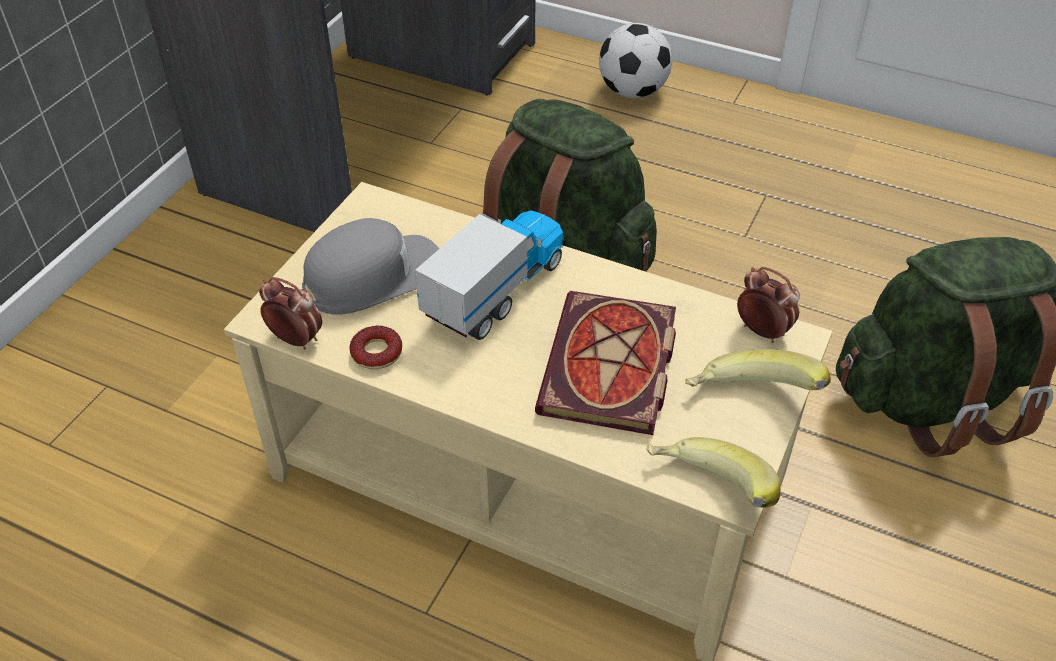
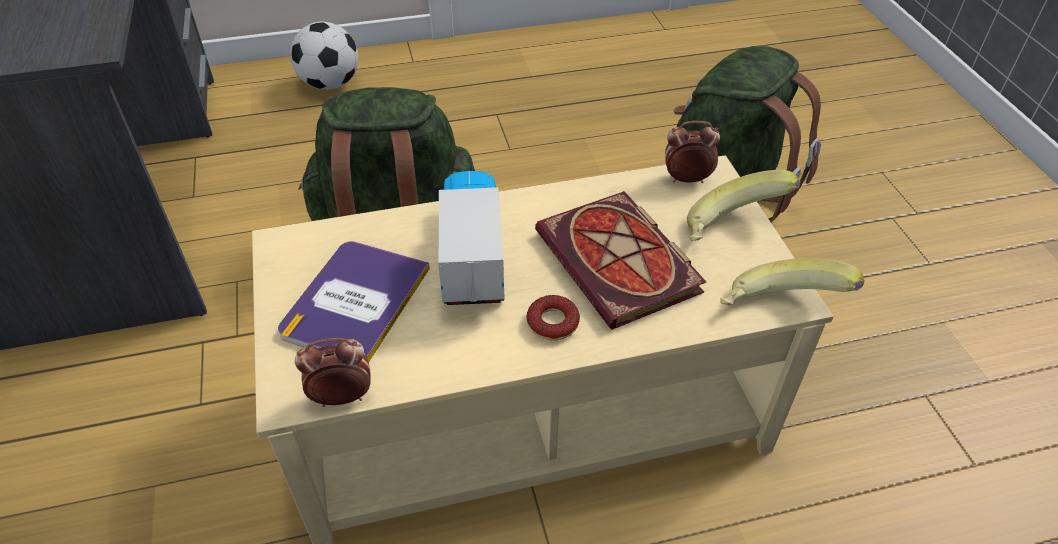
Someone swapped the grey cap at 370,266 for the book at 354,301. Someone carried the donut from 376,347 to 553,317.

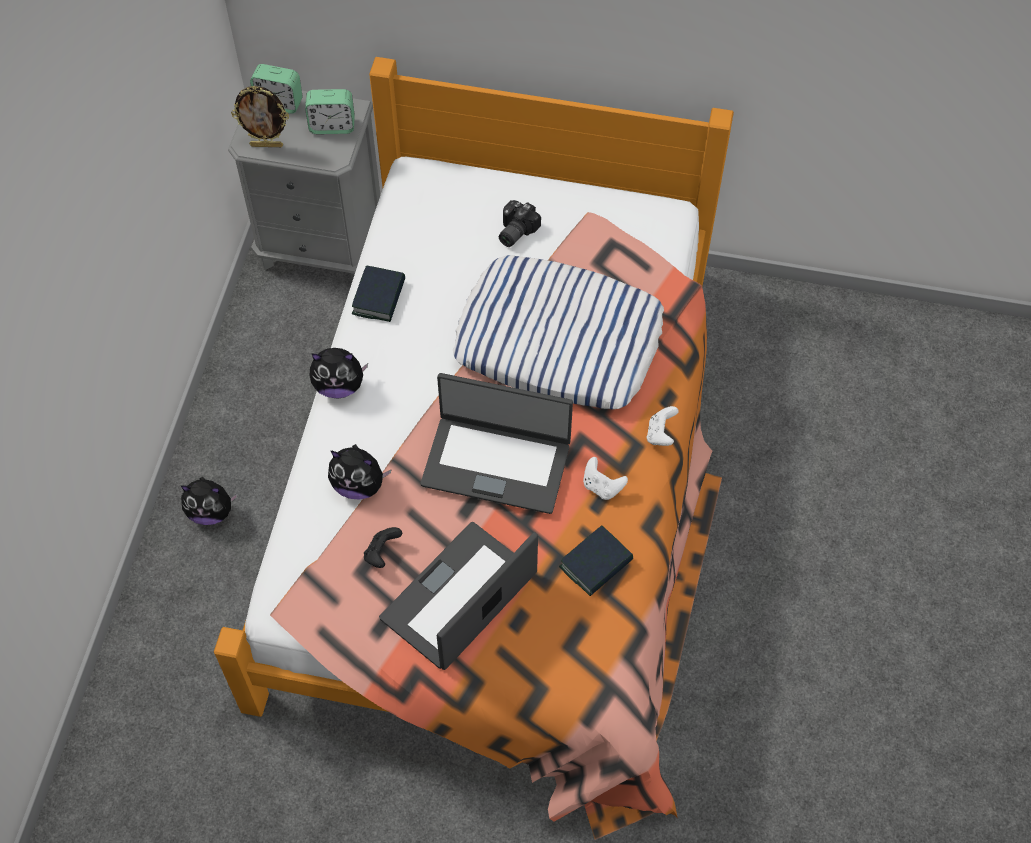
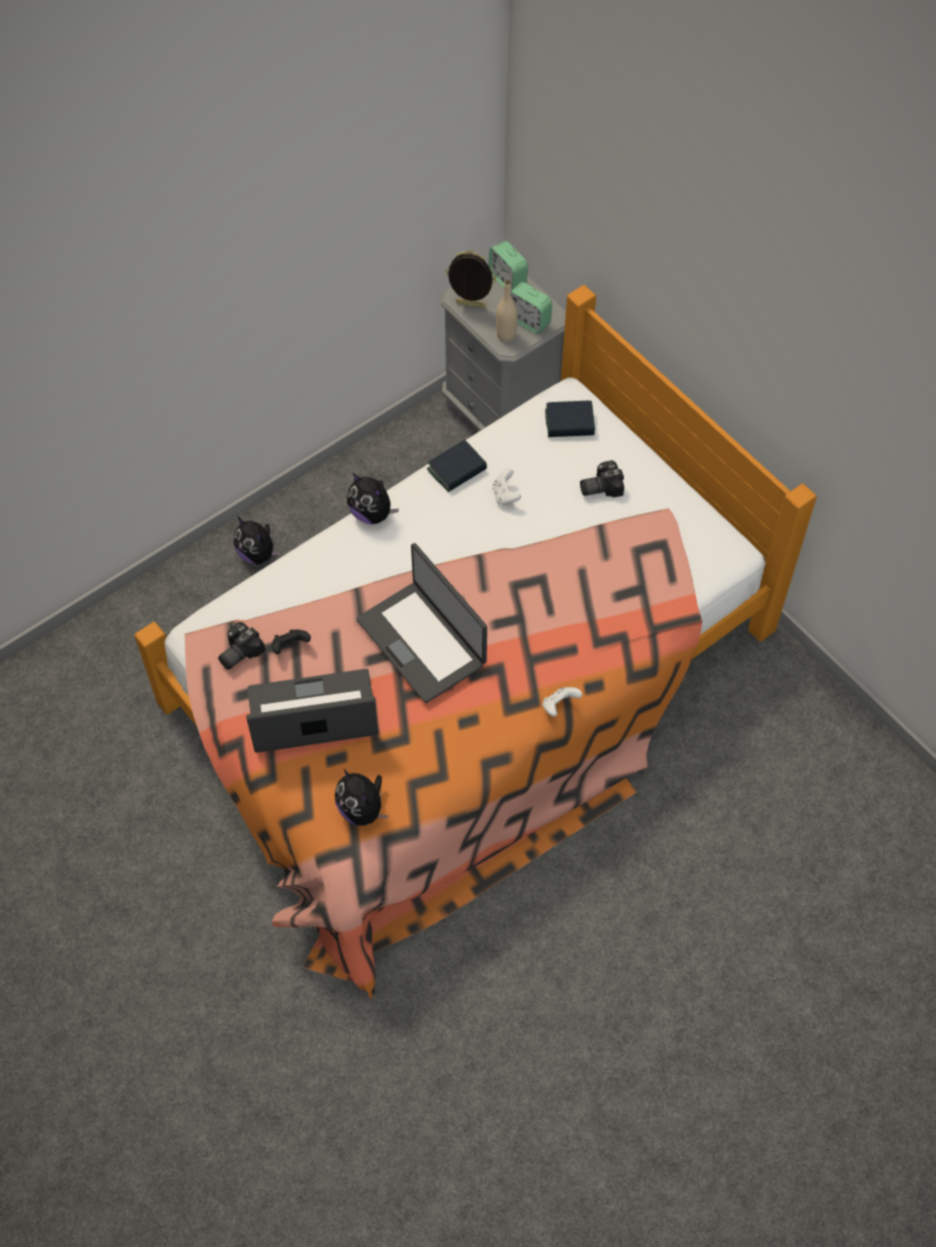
Someone put down the photo camera at 242,646. Someone carried the plush toy from 360,472 to 361,797. Someone rotated the picture frame at 260,116 by 150 degrees clockwise. Someone carried the white game controller from 605,478 to 506,487. Someone put down the beige bottle at 506,311. Someone carried the book from 596,561 to 570,419. Someone took away the pillow at 558,332.

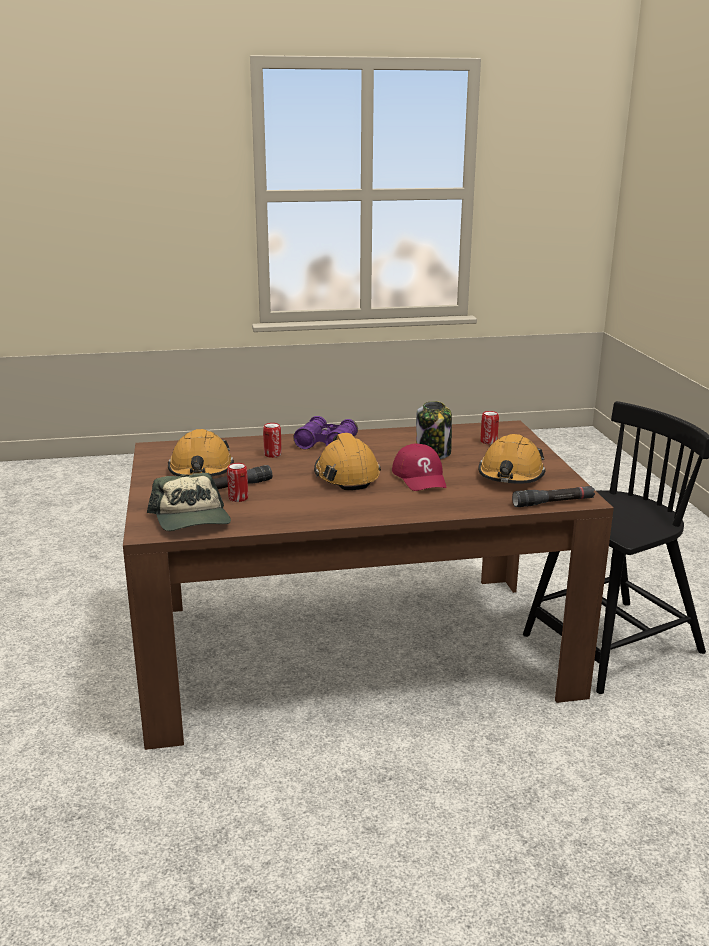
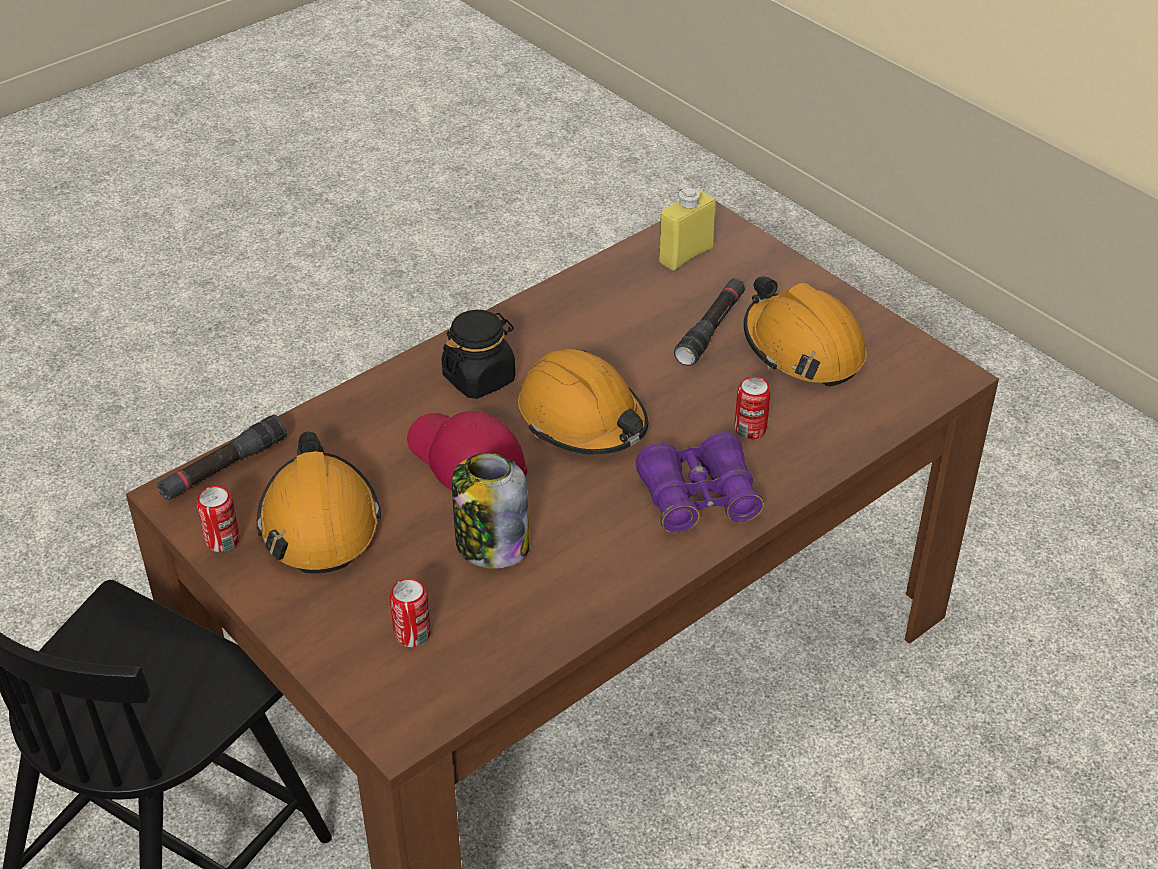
Someone carried the can from 237,482 to 218,519. Someone put down the black jar at 478,354. Someone swapped the cap at 189,502 for the yellow bottle at 687,229.

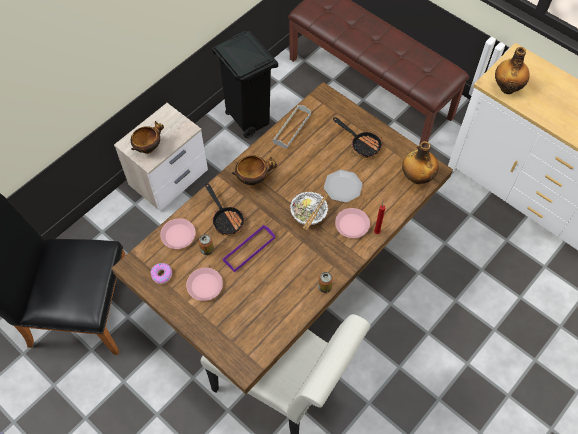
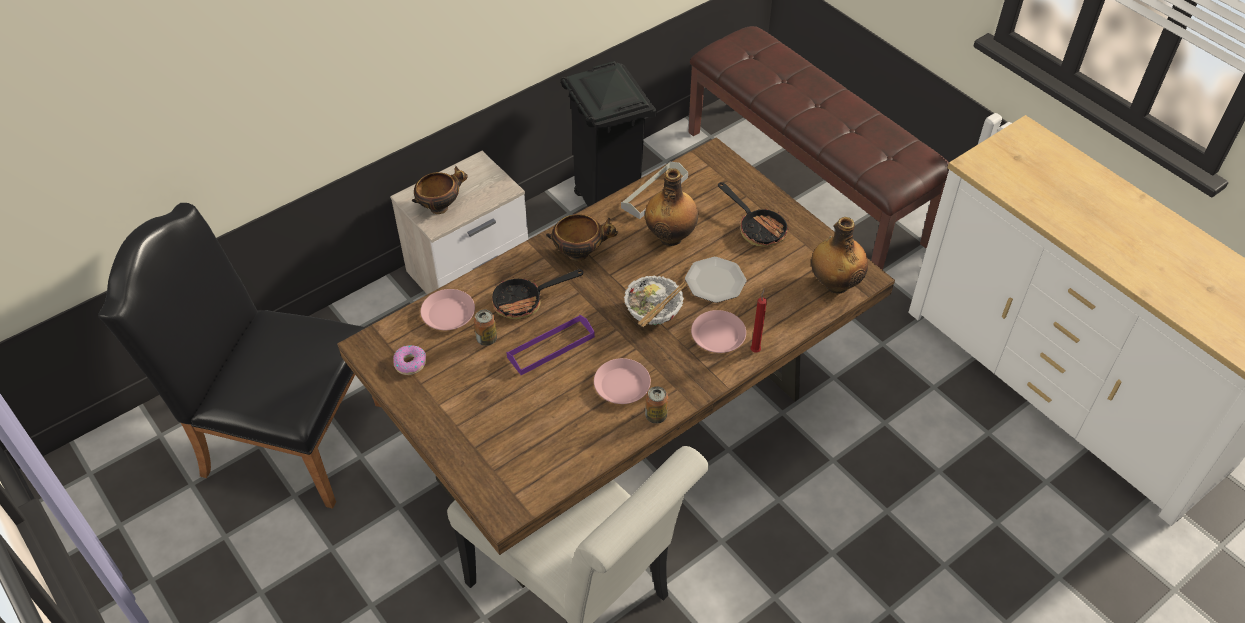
Someone rotated the frying pan at 224,209 by 90 degrees clockwise. Someone carried the pink plate from 204,284 to 622,381. Someone carried the bottle from 512,70 to 671,207.

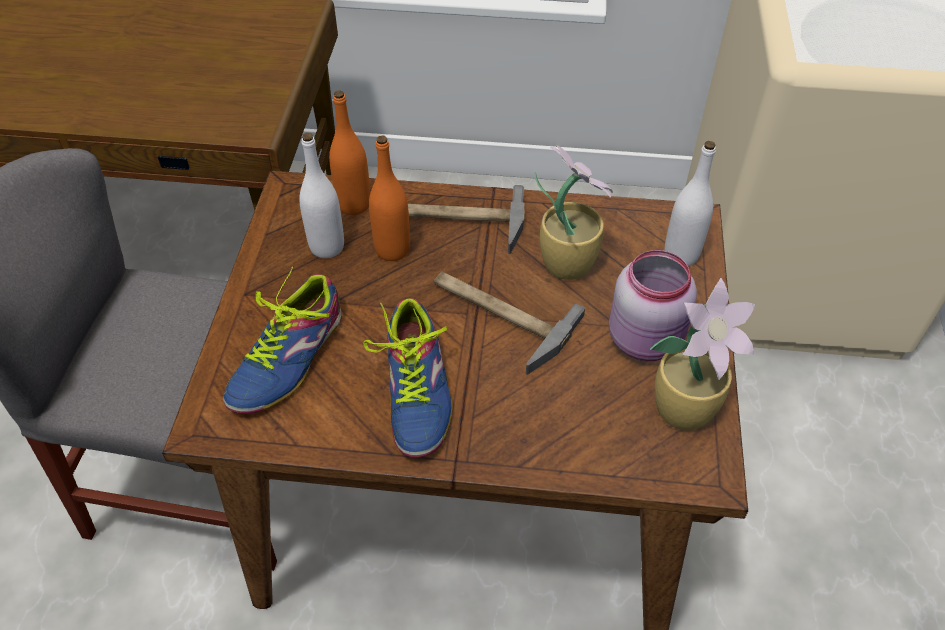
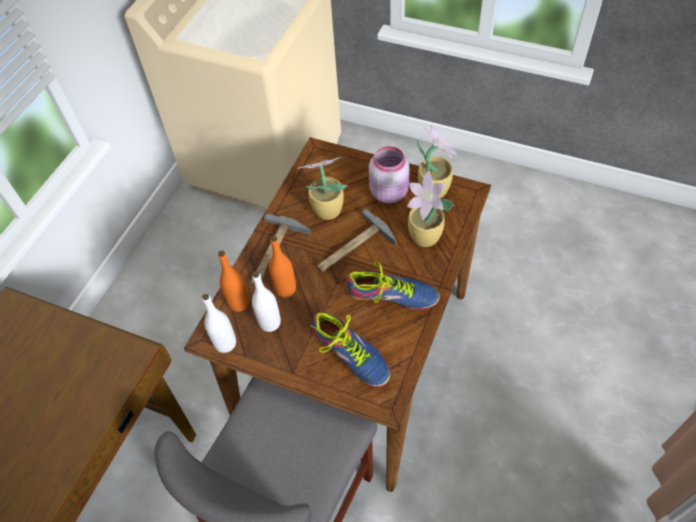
Someone carried the white bottle from 690,203 to 219,323. Someone put down the potted plant at 430,209.

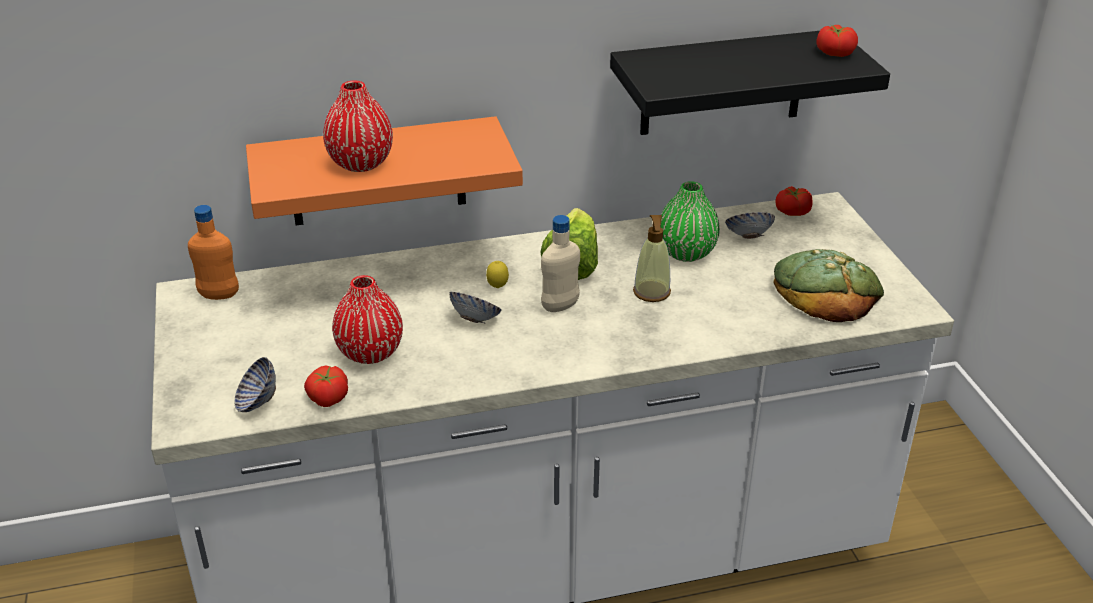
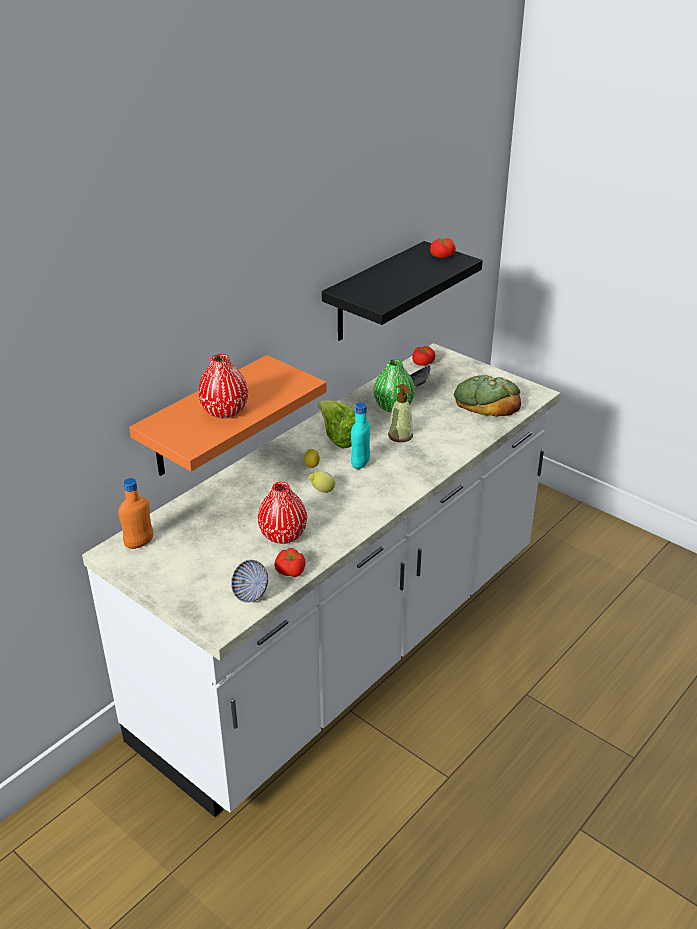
Someone swapped the bowl at 475,307 for the lemon at 322,482. Someone repainted the beige bottle at 560,263, which became the turquoise bottle at 360,435.

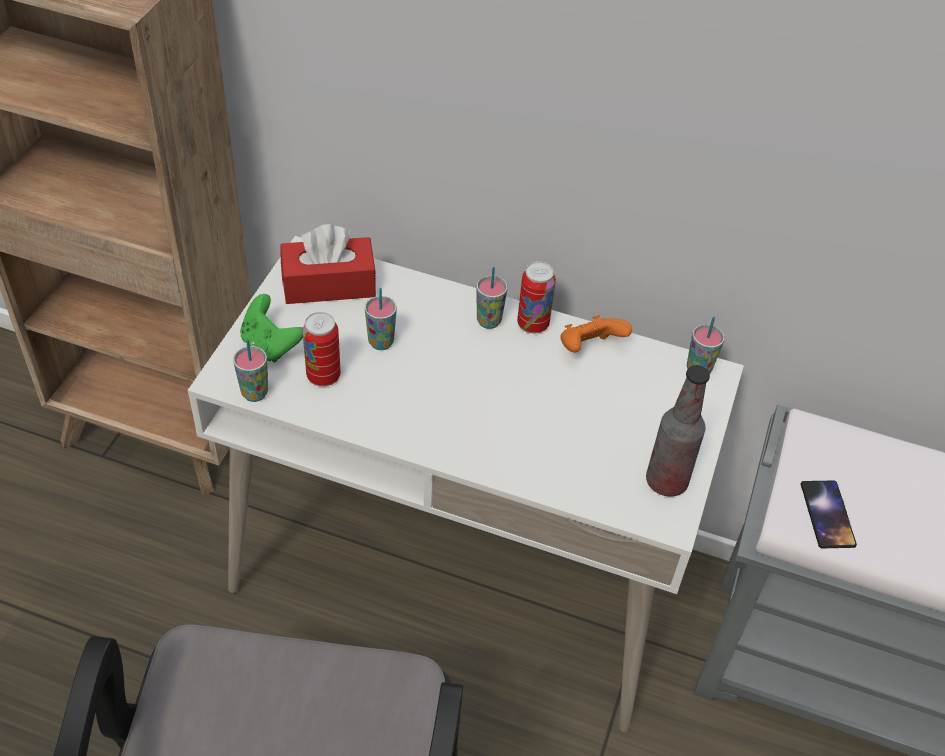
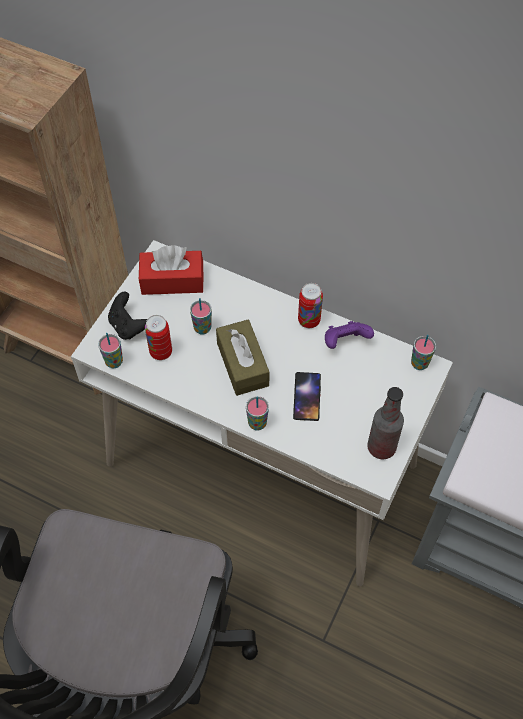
Someone repainted the green game controller at 271,328, which became the black game controller at 127,316. Someone put down the brown tissue box at 243,357. Someone carried the cup from 492,298 to 257,413. Someone carried the phone from 829,514 to 307,396. Someone repainted the orange game controller at 596,333, which became the purple game controller at 349,335.

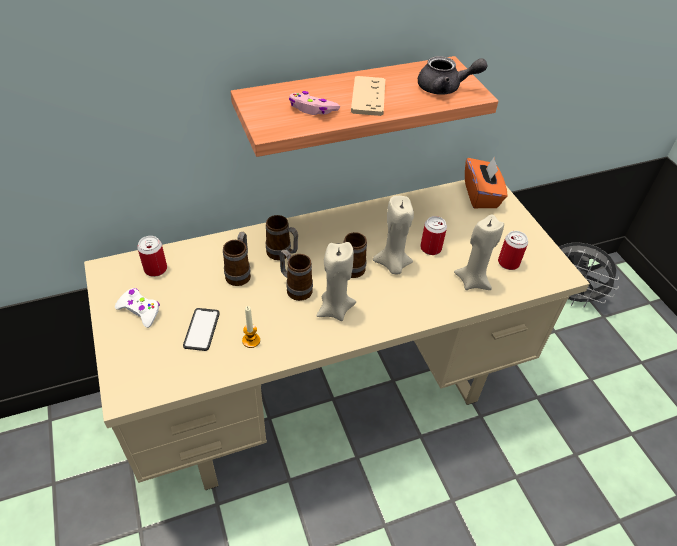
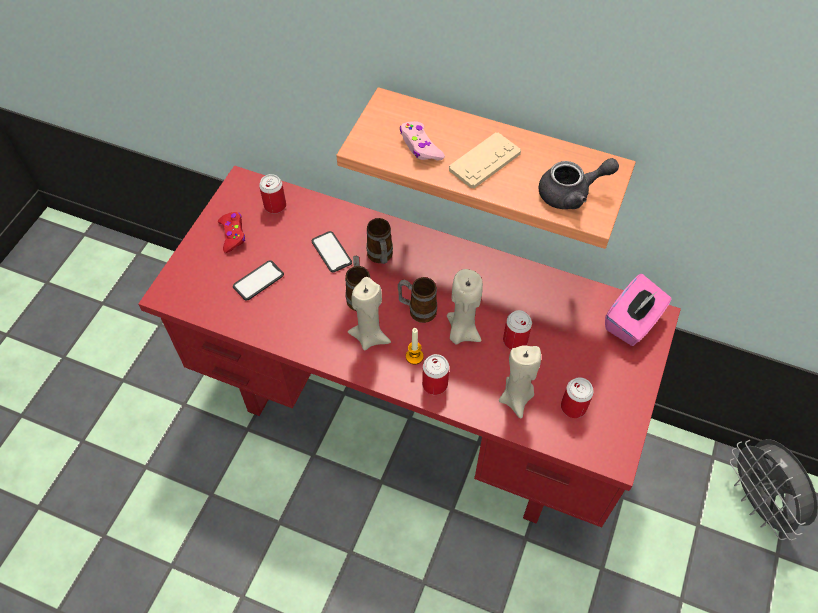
Someone repainted the beige desk at 337,335, which became the red desk at 409,346. Someone repainted the white game controller at 137,308, which became the red game controller at 231,232. Someone swapped the mug at 237,259 for the phone at 332,252. Someone carried the candle from 251,327 to 415,346. Someone put down the can at 435,374. Someone rotated the grey teapot at 453,75 by 60 degrees counterclockwise. Someone repainted the orange tissue box at 486,182, which became the pink tissue box at 638,310.

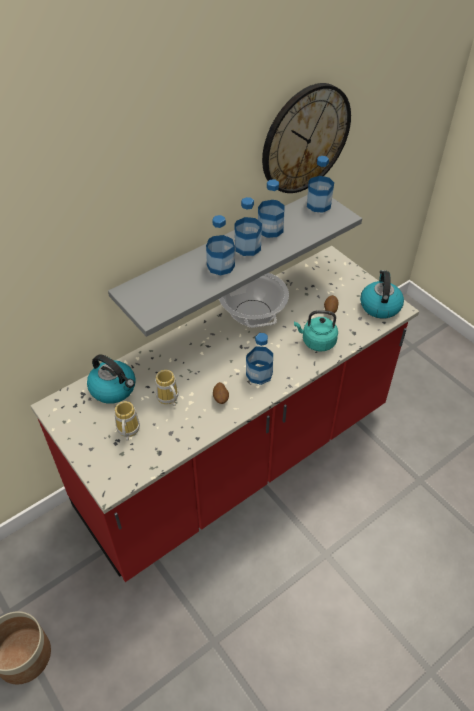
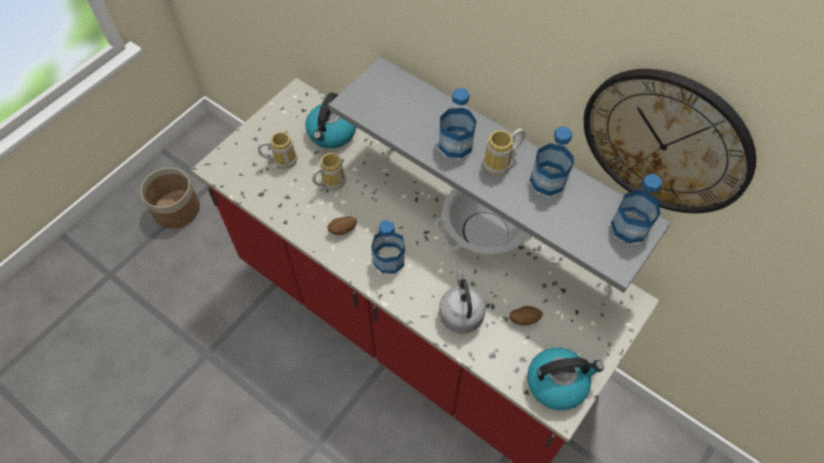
Someone repainted the turquoise kettle at 316,330, which became the grey kettle at 462,301. Someone swapped the bottle at 248,226 for the mug at 504,151.

